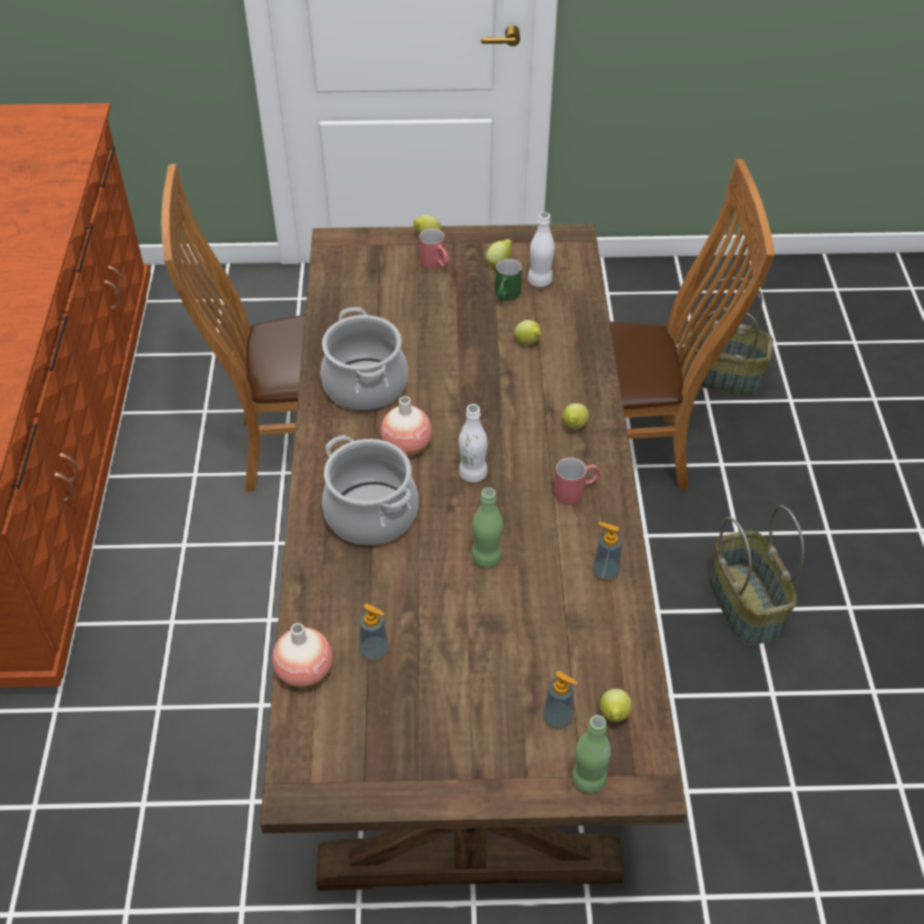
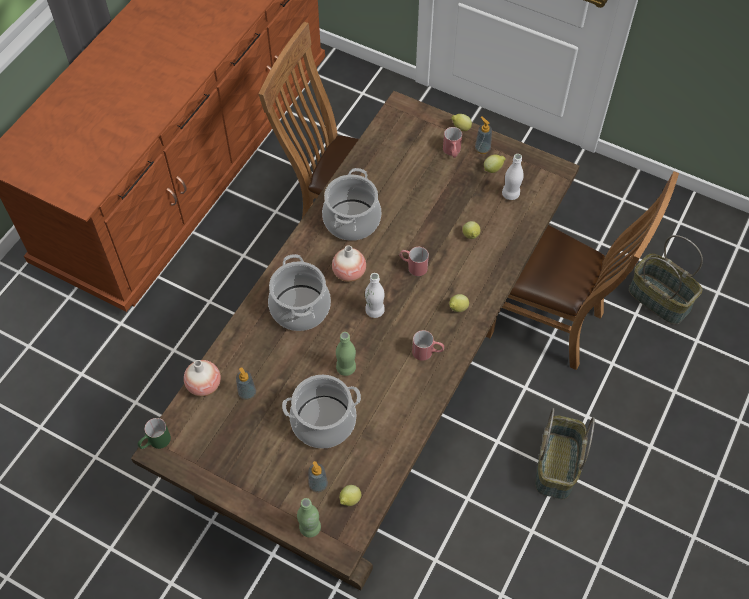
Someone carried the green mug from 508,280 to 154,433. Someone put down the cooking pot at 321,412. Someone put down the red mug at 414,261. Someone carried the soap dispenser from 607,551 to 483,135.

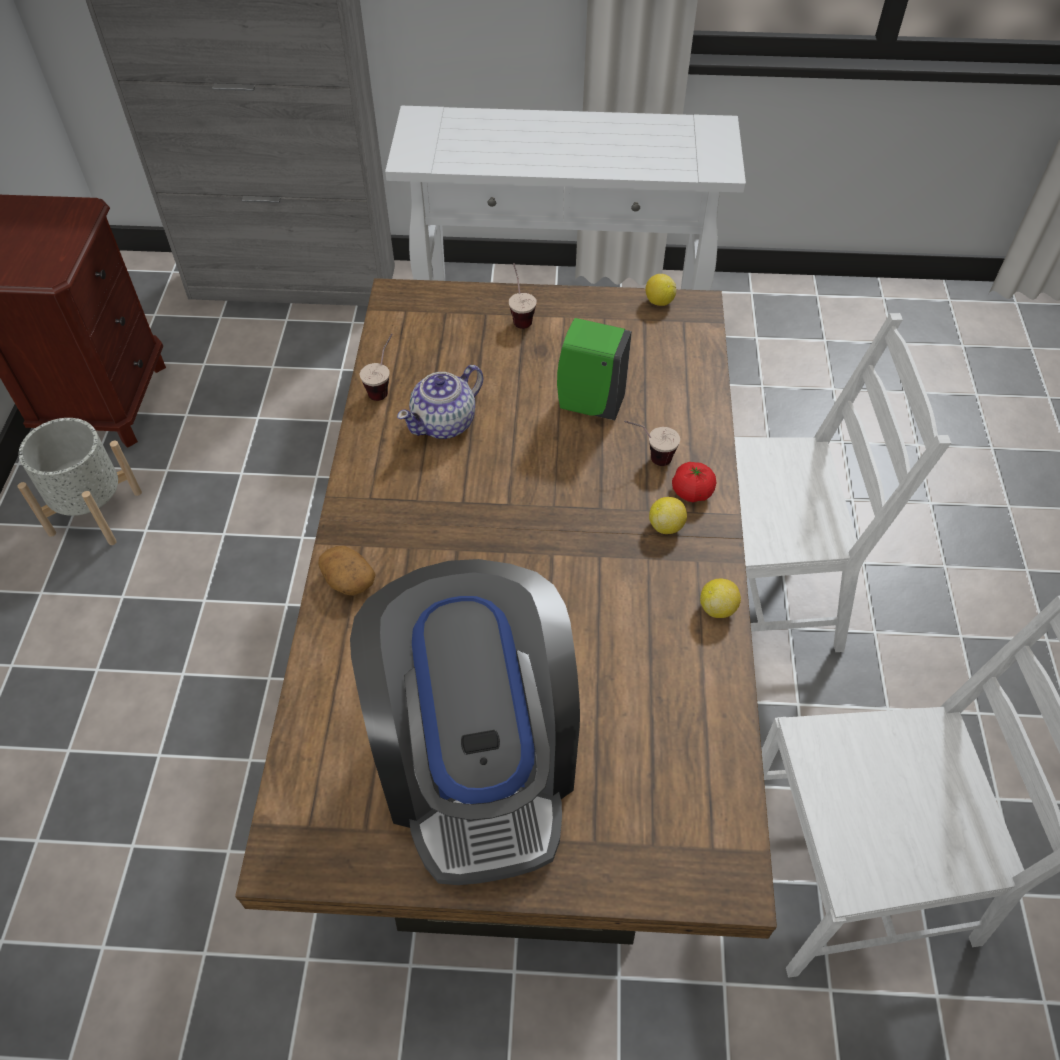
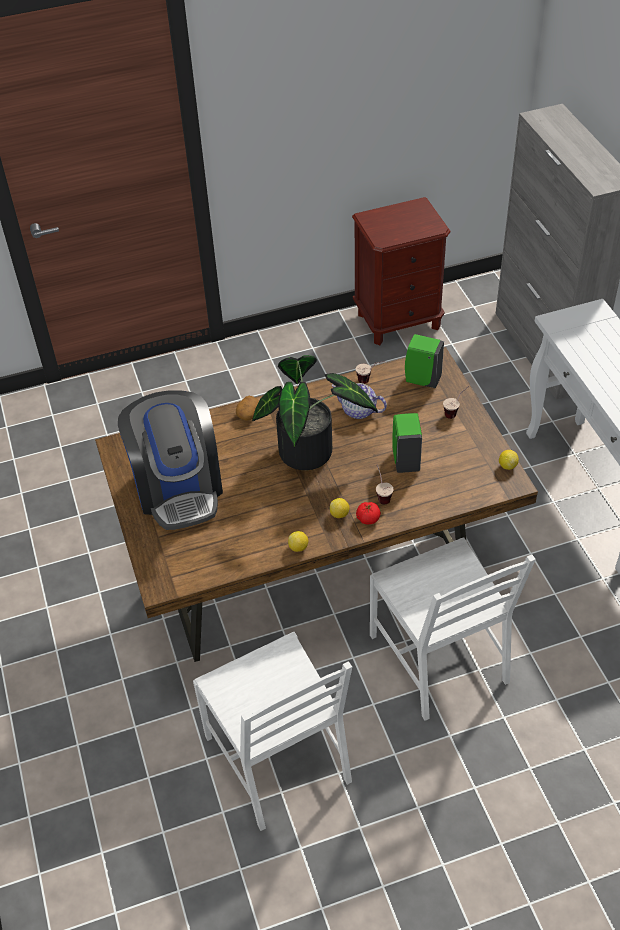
Someone rotated the coffee machine at 465,722 by 75 degrees counterclockwise. Someone put down the potted plant at 315,412. Someone put down the green soap dispenser at 424,361. Someone took away the grey planter at 80,481.

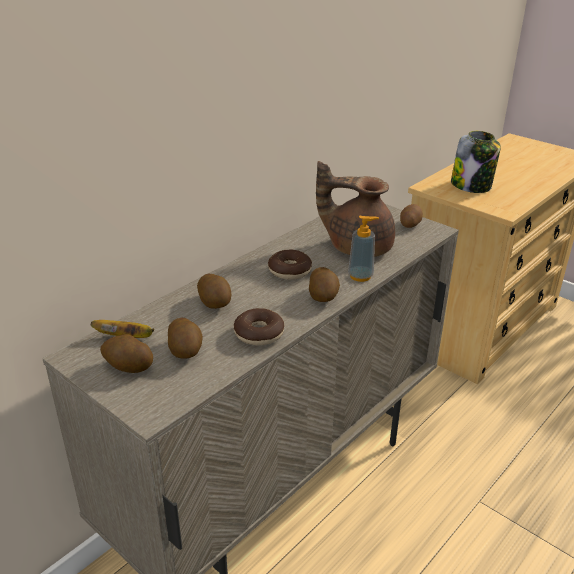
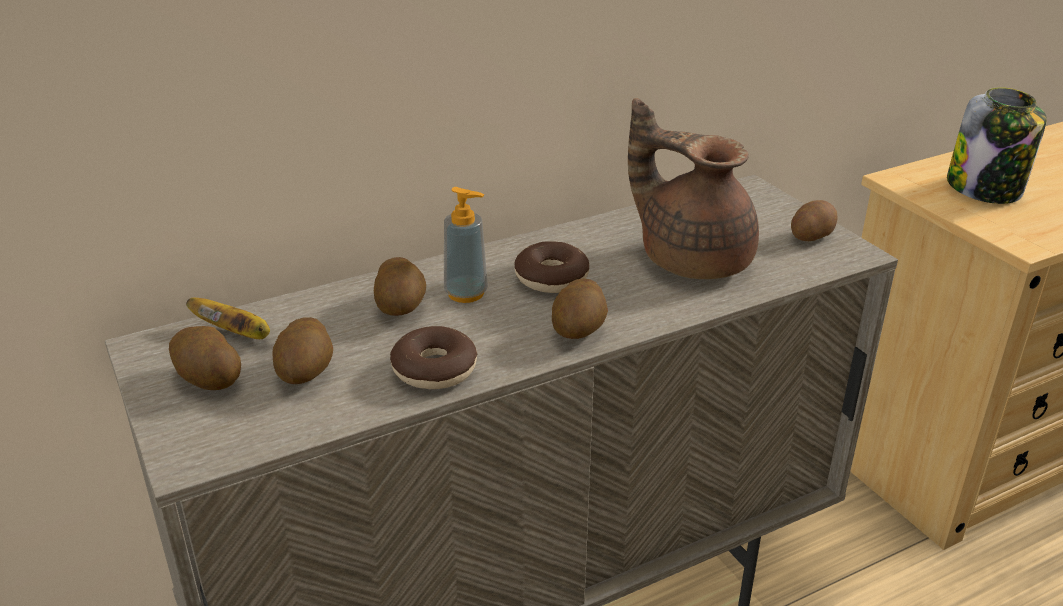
Someone carried the soap dispenser from 363,249 to 466,245.

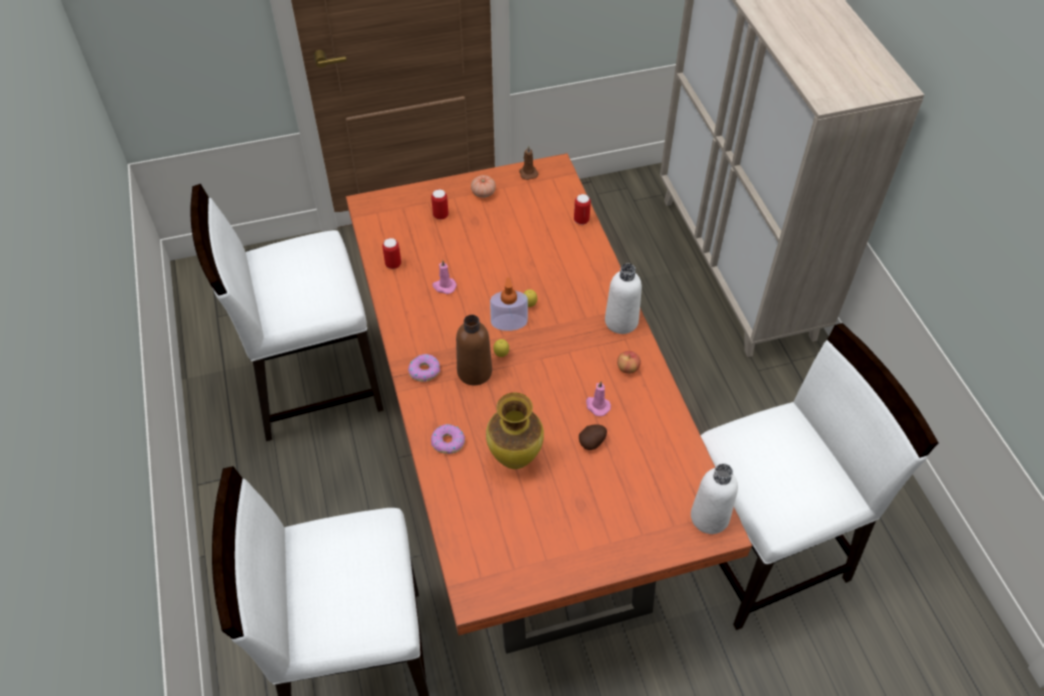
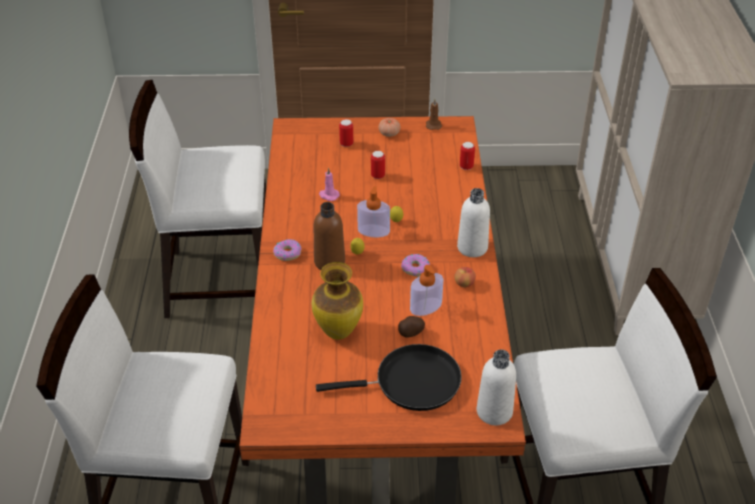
Someone put down the black frying pan at 389,377. Someone carried the can from 391,253 to 378,165. Someone carried the donut from 448,439 to 415,265. Someone swapped the pink candle at 598,398 for the soap dispenser at 426,290.

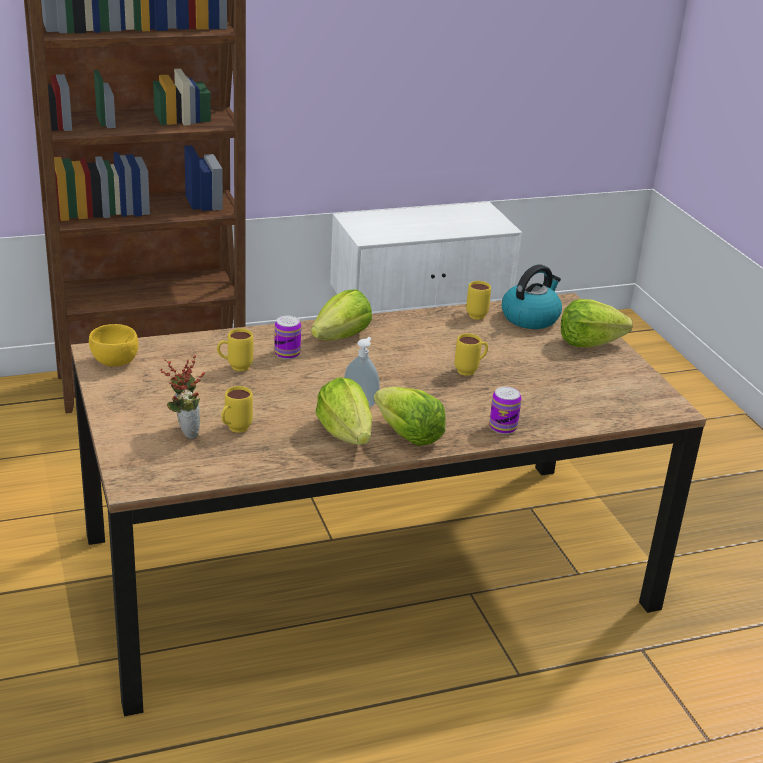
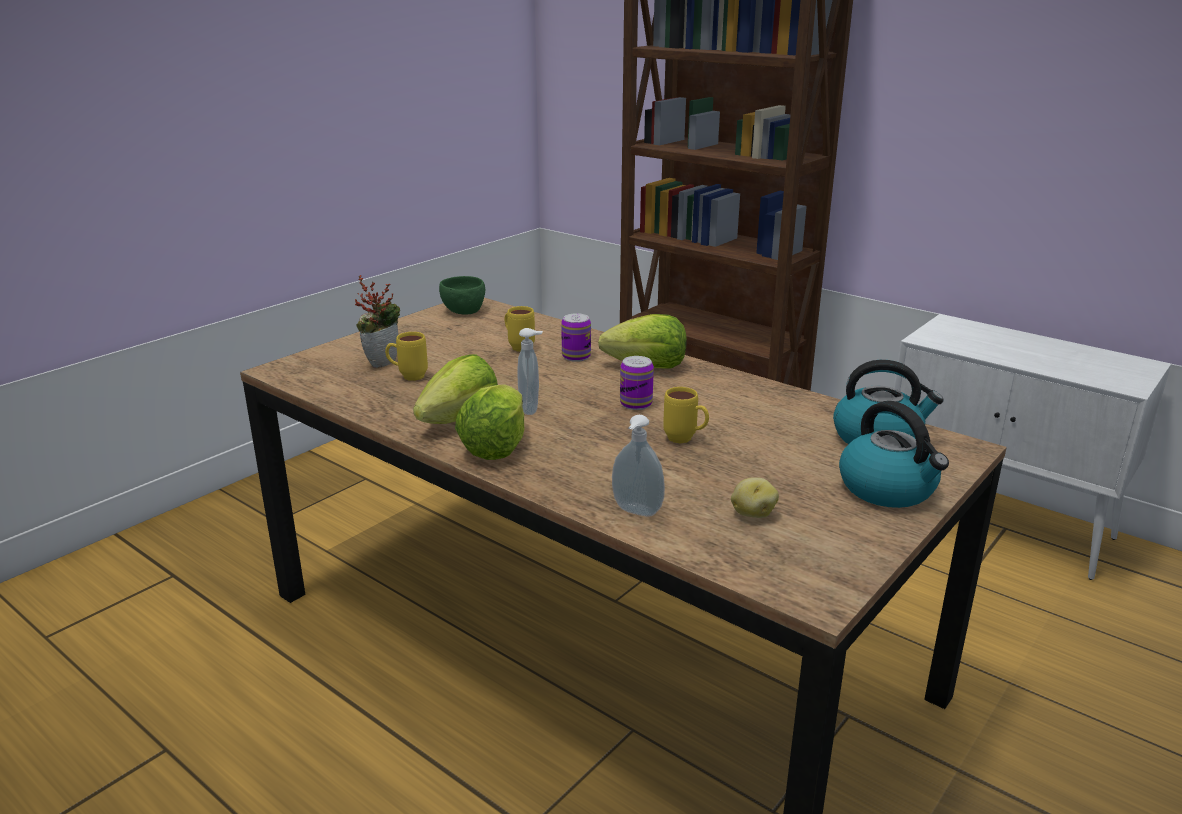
Someone repainted the yellow bowl at 114,345, which became the green bowl at 462,295. Someone put down the soap dispenser at 638,466. Someone carried the can from 506,410 to 637,383. Someone put down the potato at 755,497. Someone swapped the lettuce at 597,323 for the kettle at 894,454. Someone took away the yellow mug at 478,300.

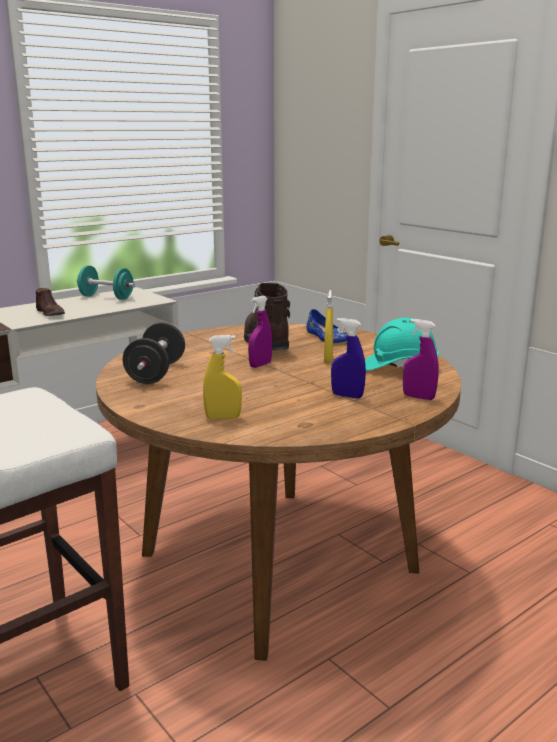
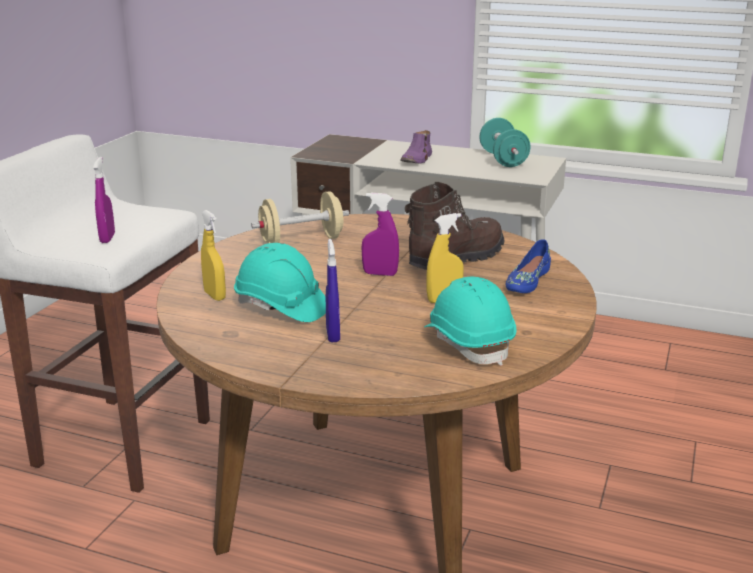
Someone carried the purple spray bottle from 421,359 to 104,200. Someone put down the turquoise hard hat at 280,282. Someone repainted the black dumbbell at 154,353, which became the beige dumbbell at 300,217. Someone repainted the brown shoe at 50,302, which became the purple shoe at 416,146.

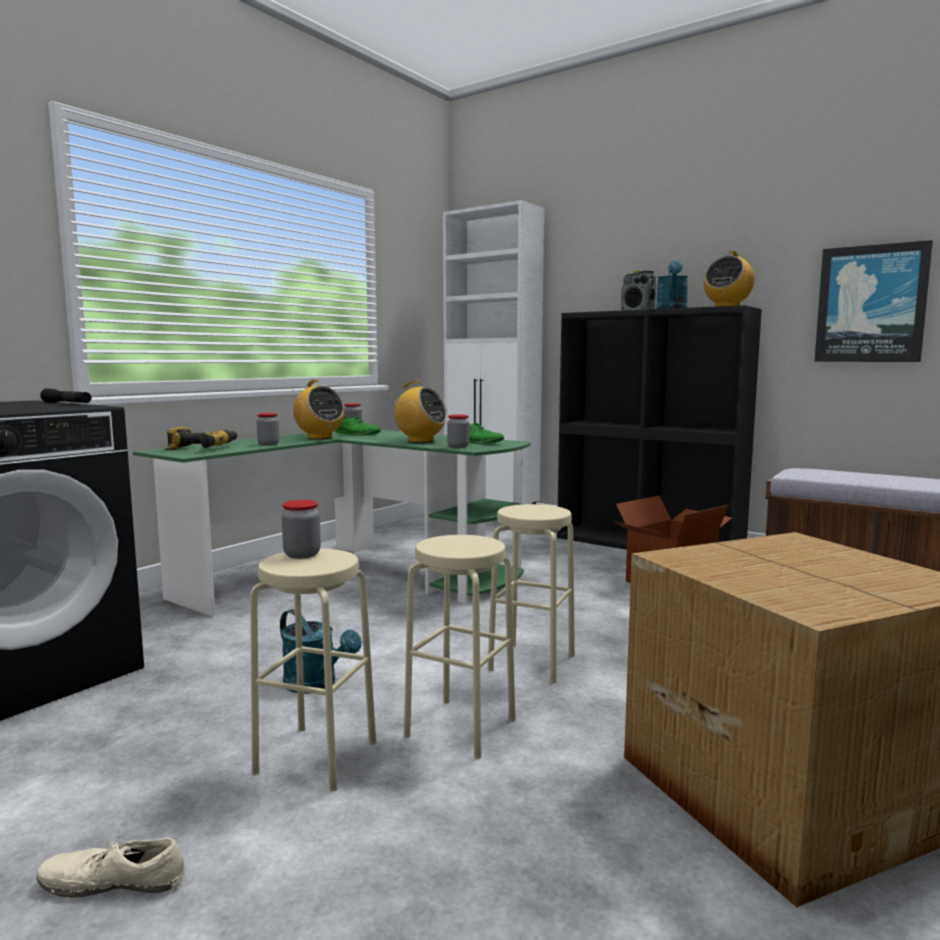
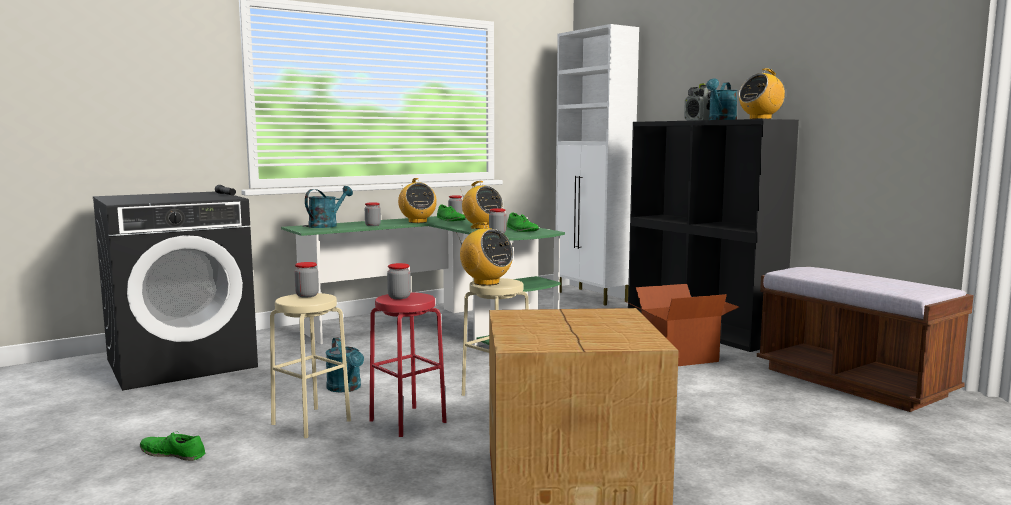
Someone repainted the beige shoe at 110,867, which became the green shoe at 172,446. Someone swapped the power drill at 202,438 for the turquoise watering can at 329,207. Someone repainted the beige stool at 460,647, which became the red stool at 408,364. Someone put down the jar at 399,281. Someone put down the radio at 485,254. Someone took away the picture at 873,301.

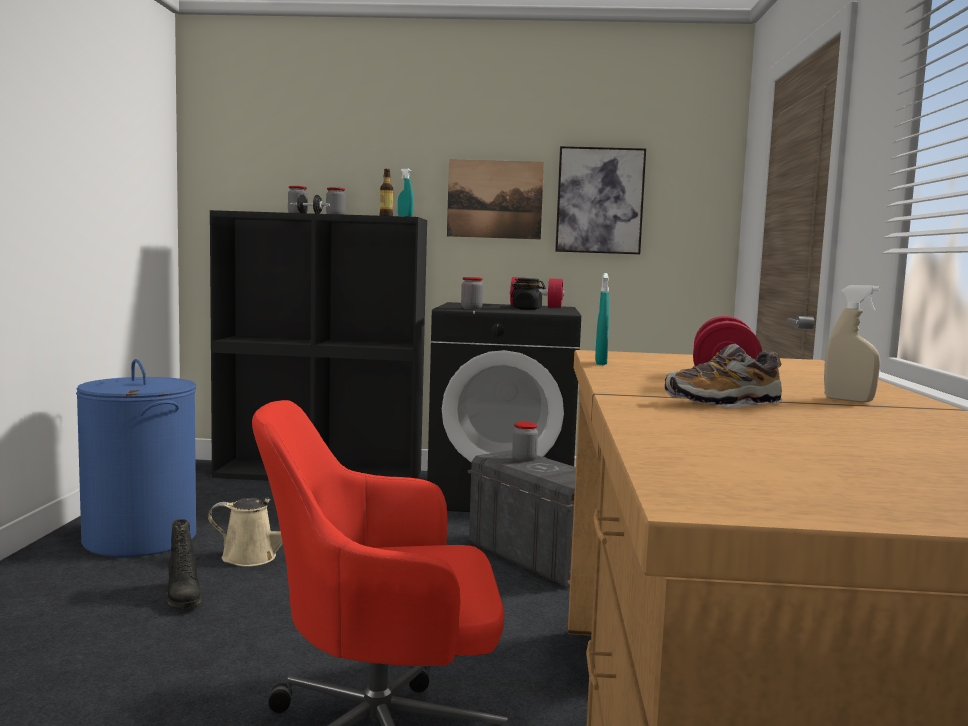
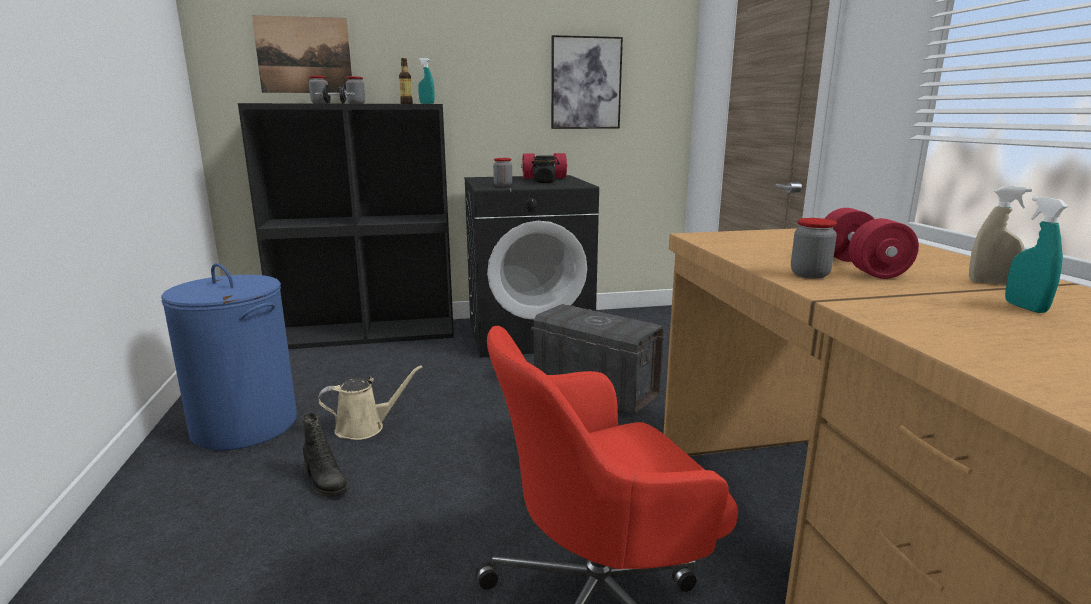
Someone carried the picture from 495,199 to 302,54. Someone carried the jar from 525,441 to 814,248. Someone carried the turquoise spray bottle from 602,319 to 1036,254. Someone took away the shoe at 723,376.

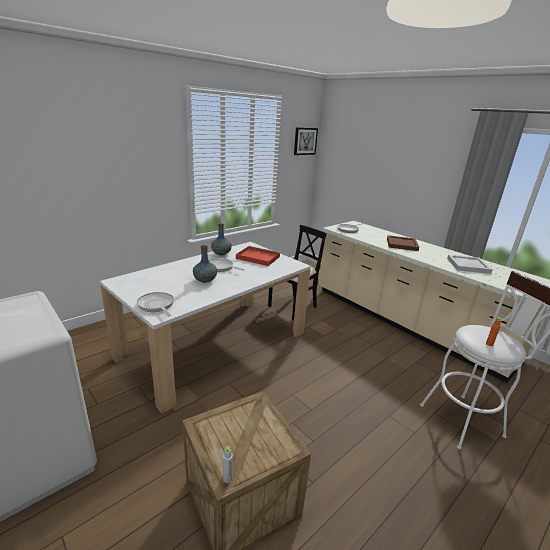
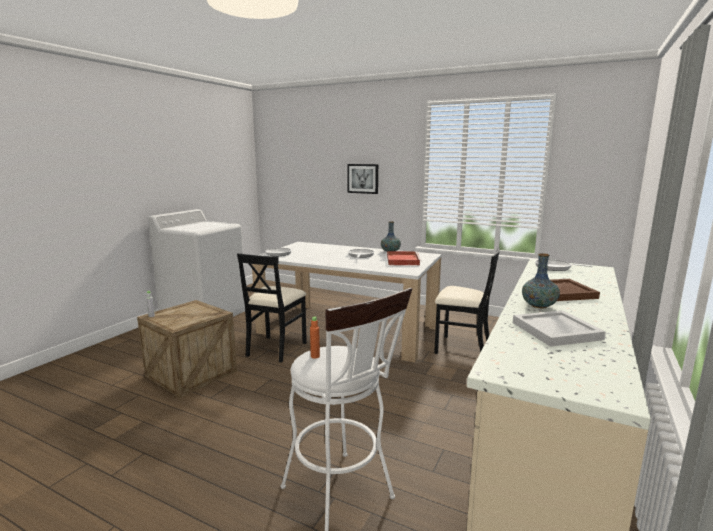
Someone put down the black chair at 272,308. Someone carried the picture from 306,141 to 362,179. Someone carried the vase from 205,264 to 541,280.

